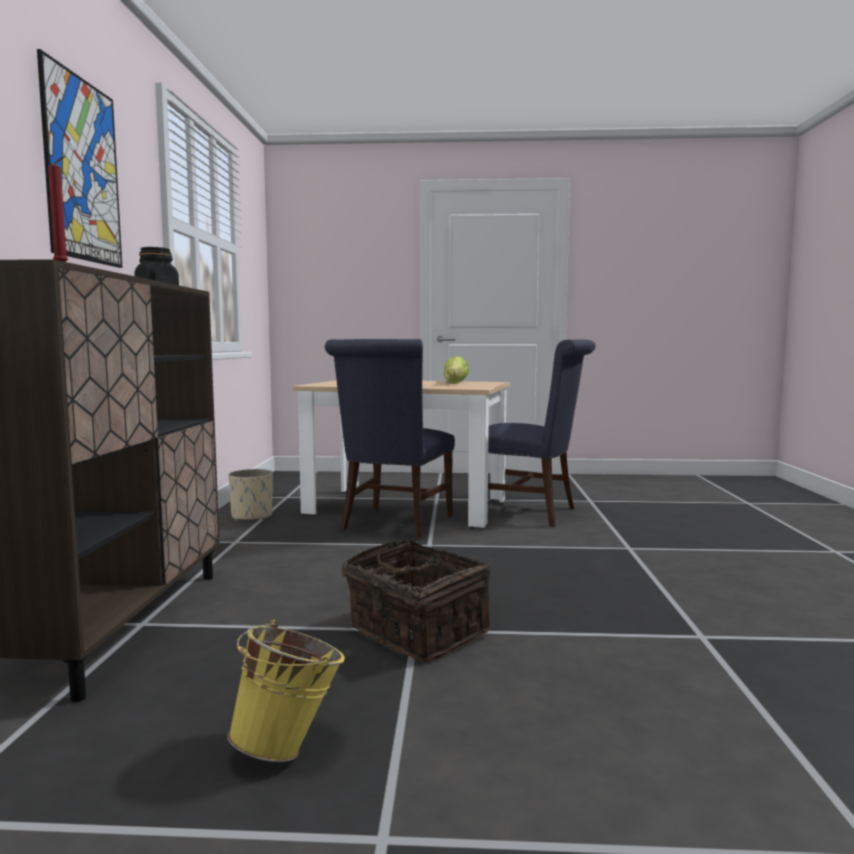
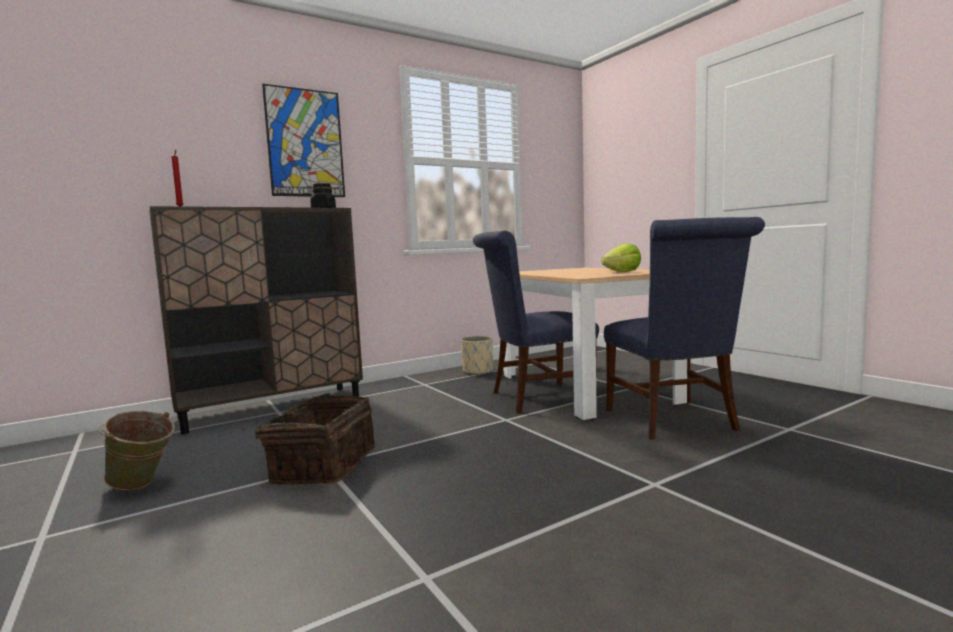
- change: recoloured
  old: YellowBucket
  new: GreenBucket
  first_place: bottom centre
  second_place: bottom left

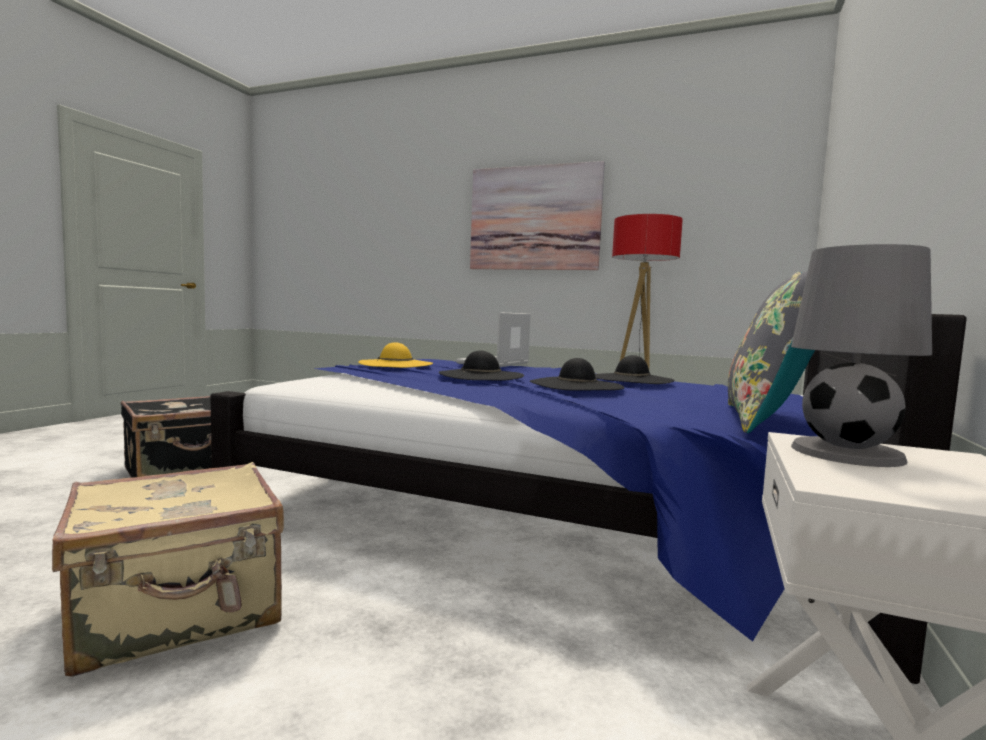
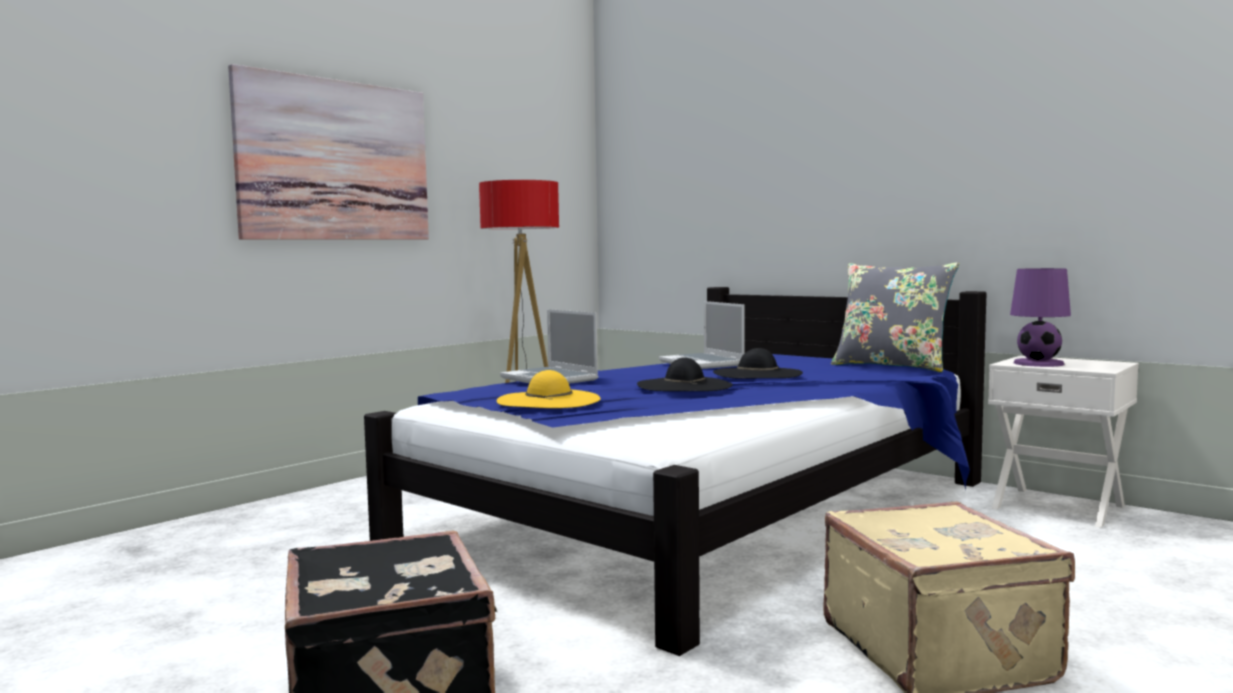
- change: replaced
  old: BlackHat (3rd from left)
  new: Laptop (2nd from left)
  first_place: centre
  second_place: centre
- change: recoloured
  old: GreyTableLamp
  new: PurpleTableLamp
  first_place: middle right
  second_place: middle right

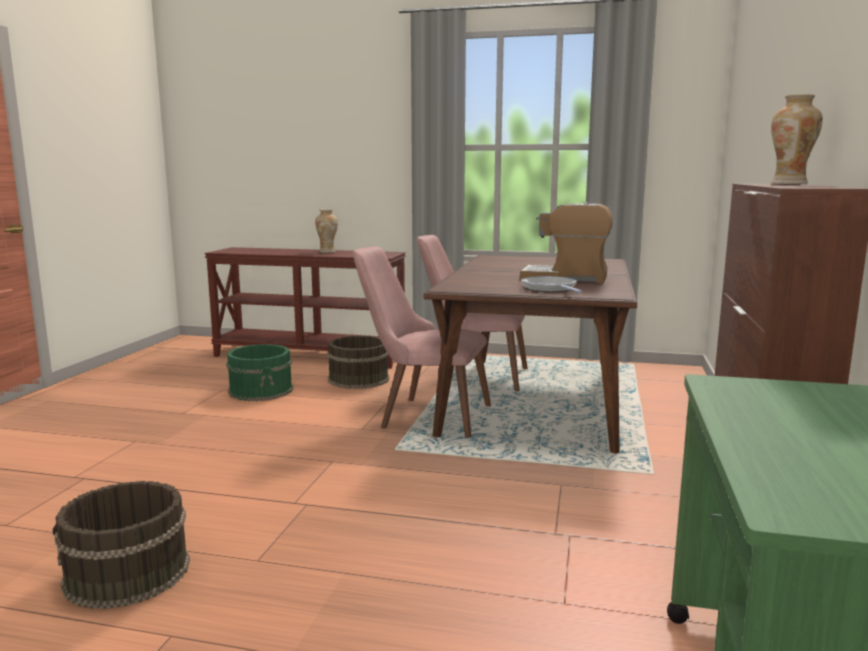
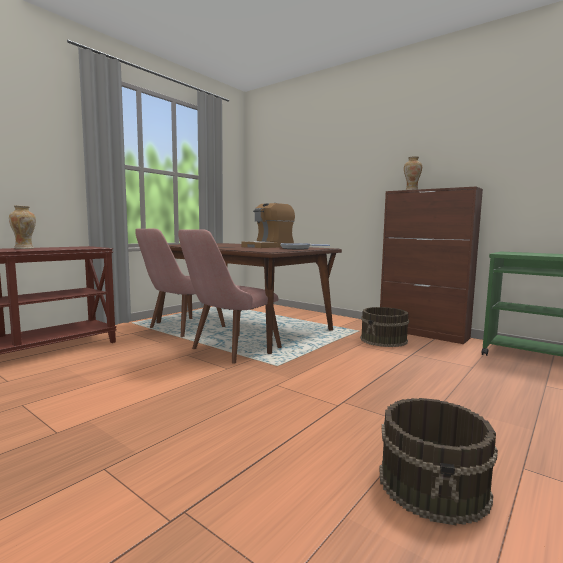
- change: removed
  old: GreenBucket
  first_place: middle left
- change: moved
  old: BrownBucket (2nd from left in the first image)
  new: BrownBucket (1st from left)
  first_place: centre
  second_place: middle right

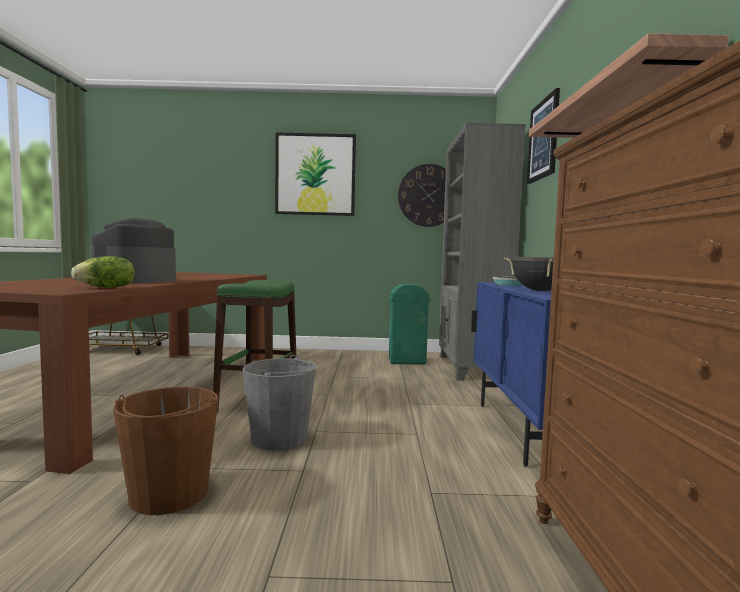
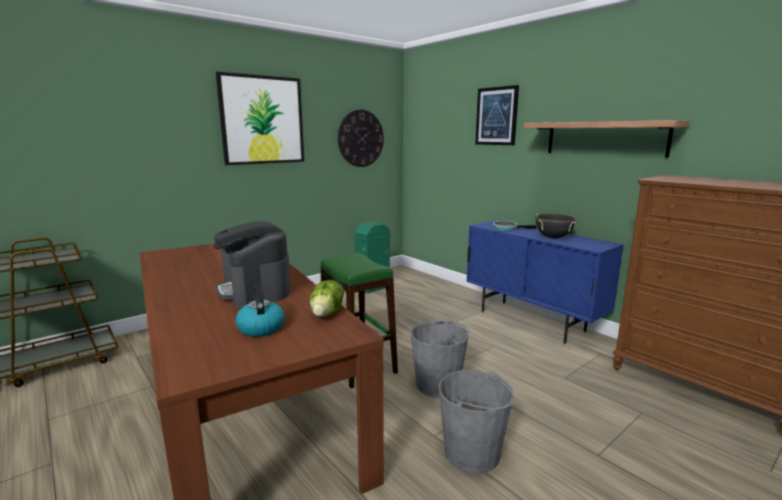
- change: recoloured
  old: BrownBucket
  new: GreyBucket (2nd from left)
  first_place: bottom left
  second_place: bottom centre
- change: removed
  old: GreyBookcase
  first_place: centre
- change: added
  new: Kettle
  second_place: middle left

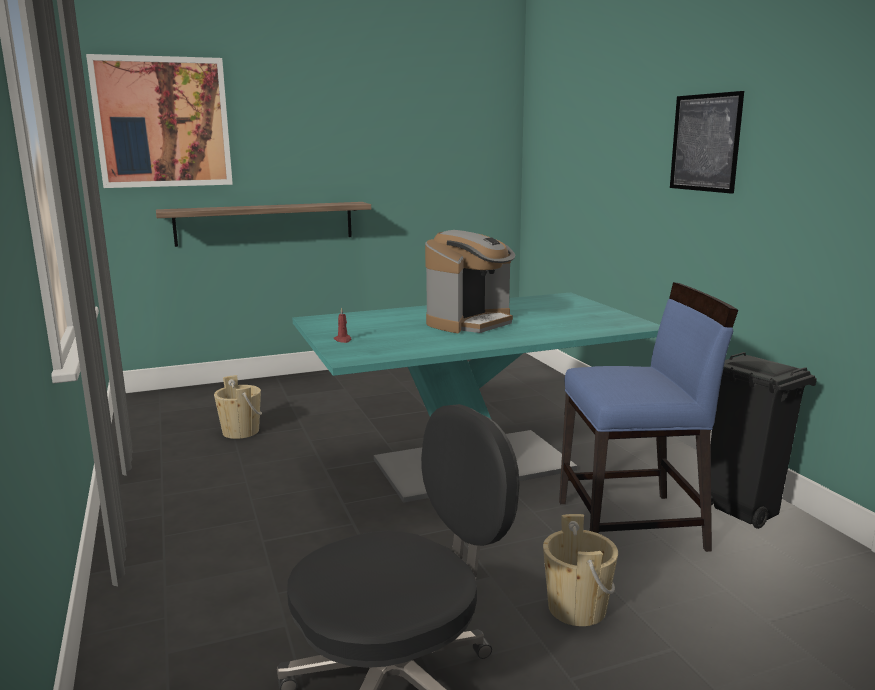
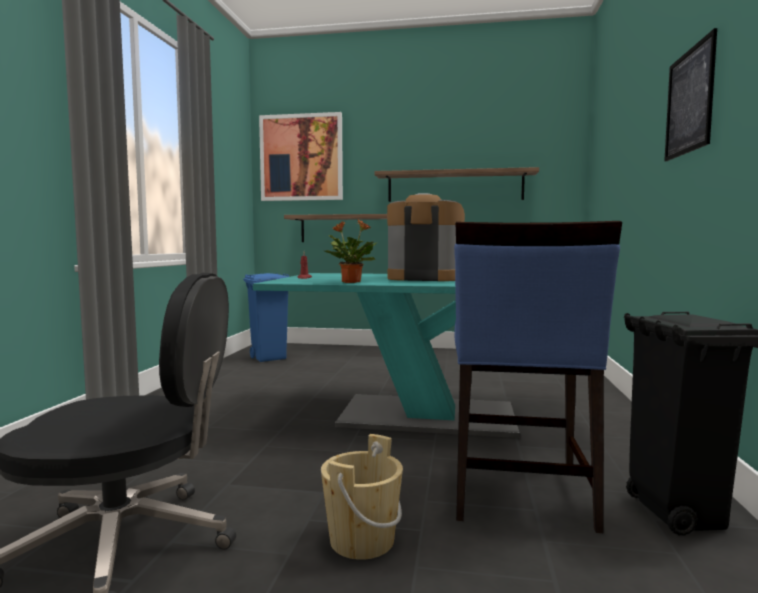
- change: removed
  old: BeigeBucket (1st from left)
  first_place: middle left
- change: turned
  old: CoffeeMachine
  first_place: centre
  second_place: centre
  degrees: -150
- change: turned
  old: BlueChair
  first_place: middle right
  second_place: middle right
  degrees: 75
- change: added
  new: BlueTrashCan
  second_place: centre
- change: added
  new: PottedPlant
  second_place: centre
- change: added
  new: Shelf (2nd from left)
  second_place: top centre

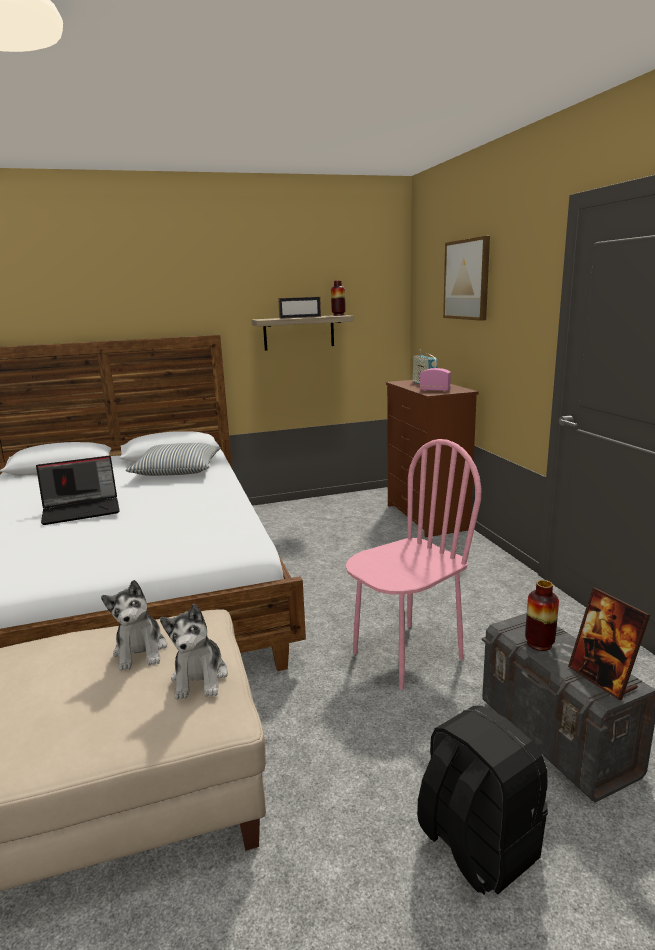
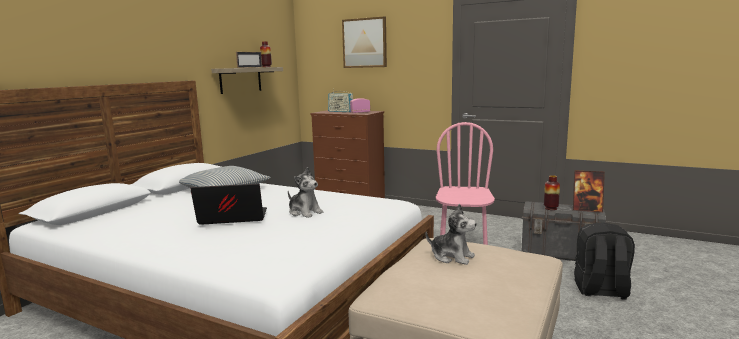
- change: turned
  old: Laptop
  first_place: middle left
  second_place: middle left
  degrees: -120
- change: moved
  old: PlushToy (2nd from left in the first image)
  new: PlushToy (1st from left)
  first_place: bottom left
  second_place: centre

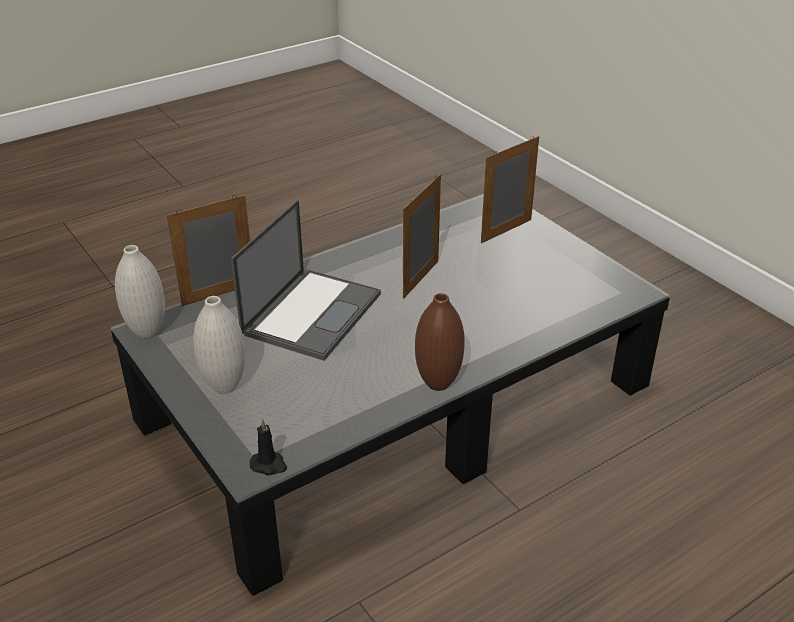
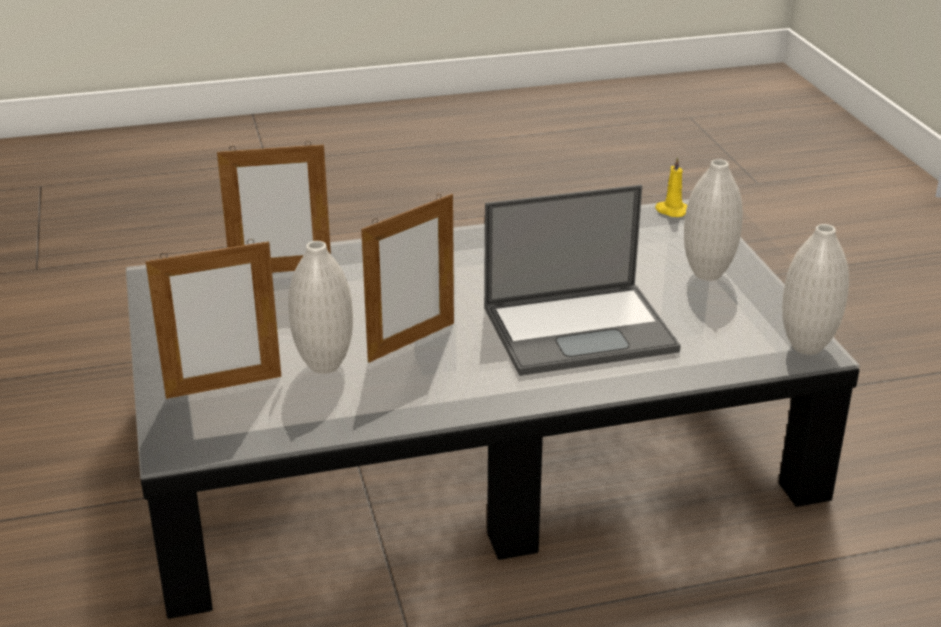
- change: moved
  old: PictureFrame (1st from left in the first image)
  new: PictureFrame (2nd from left)
  first_place: middle left
  second_place: top left
- change: turned
  old: Laptop
  first_place: centre
  second_place: centre
  degrees: -150
- change: recoloured
  old: BlackCandle
  new: YellowCandle
  first_place: bottom centre
  second_place: top right
- change: removed
  old: BrownVase
  first_place: centre
- change: added
  new: WhiteVase (1st from left)
  second_place: centre

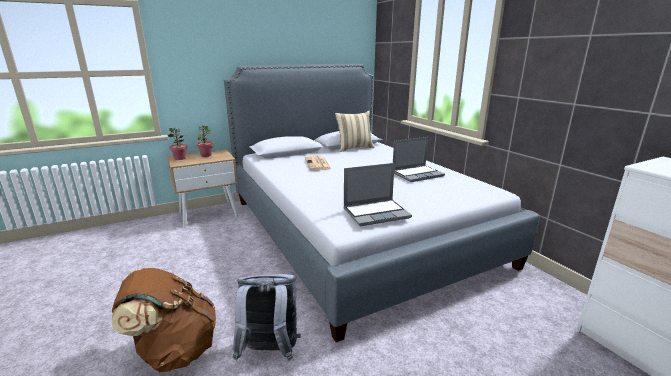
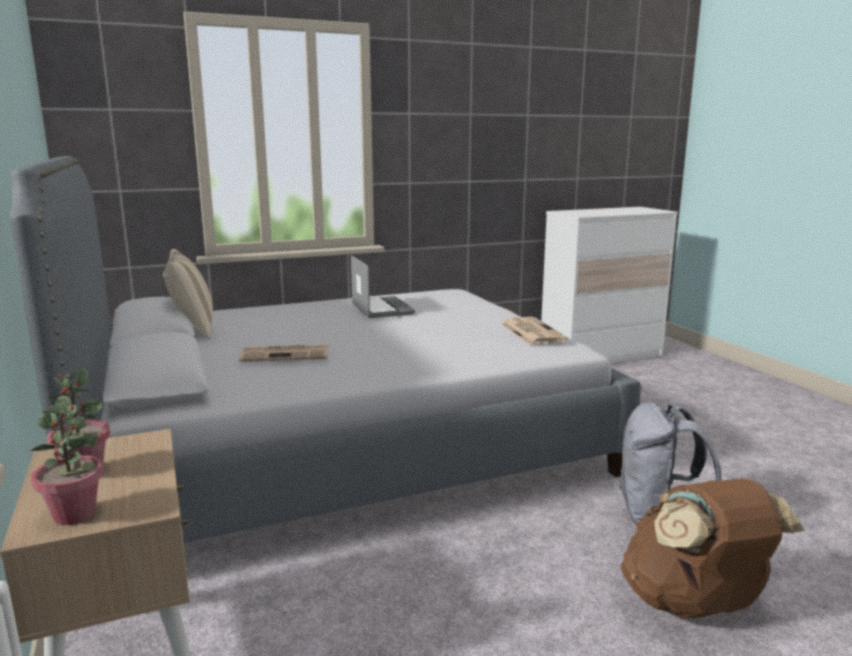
- change: replaced
  old: Laptop (1st from left)
  new: Newspaper (2nd from left)
  first_place: centre
  second_place: centre

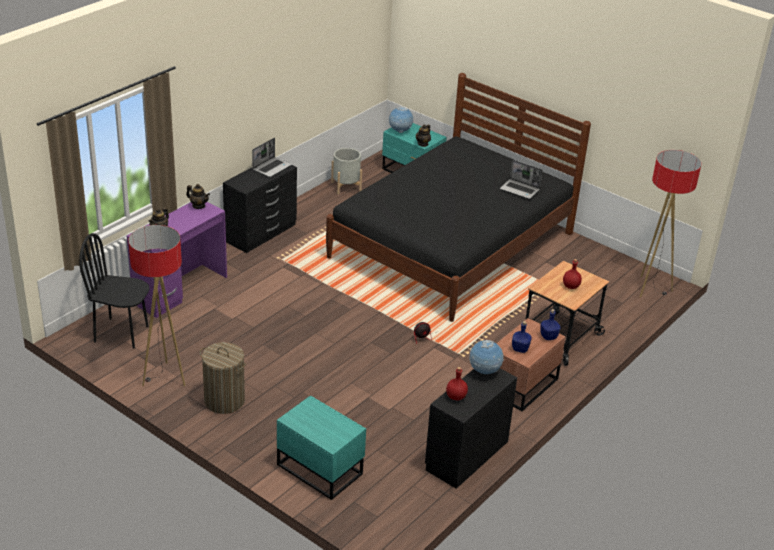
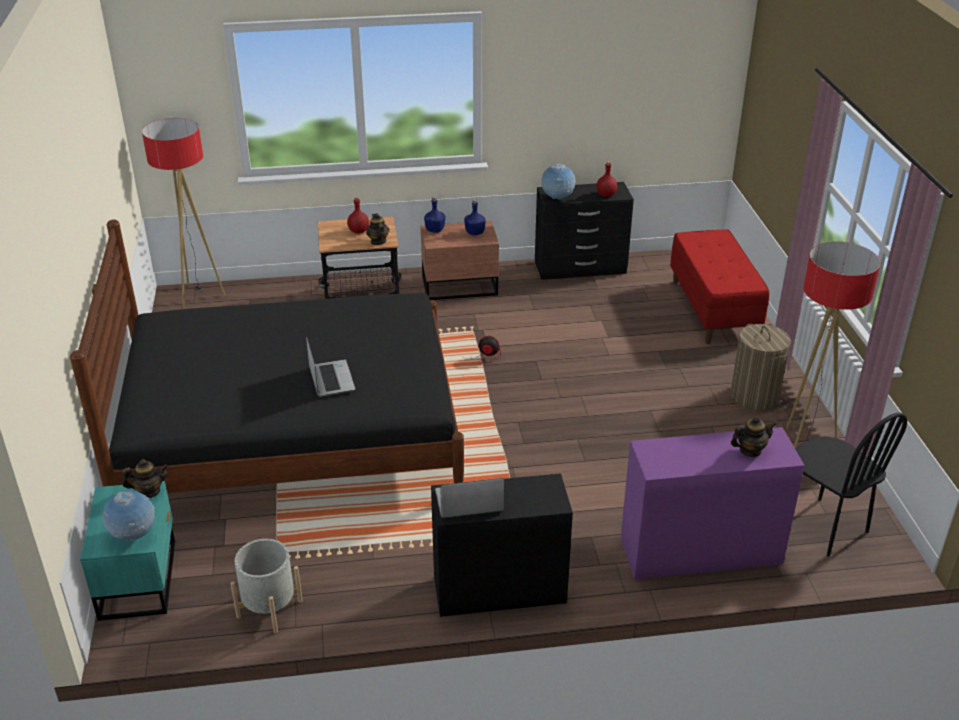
- change: moved
  old: Teapot (2nd from left)
  first_place: middle left
  second_place: top centre
- change: replaced
  old: TurquoiseNightstand (1st from left)
  new: RedBench
  first_place: bottom centre
  second_place: middle right
- change: moved
  old: Laptop (2nd from left in the first image)
  new: Laptop (1st from left)
  first_place: top right
  second_place: centre

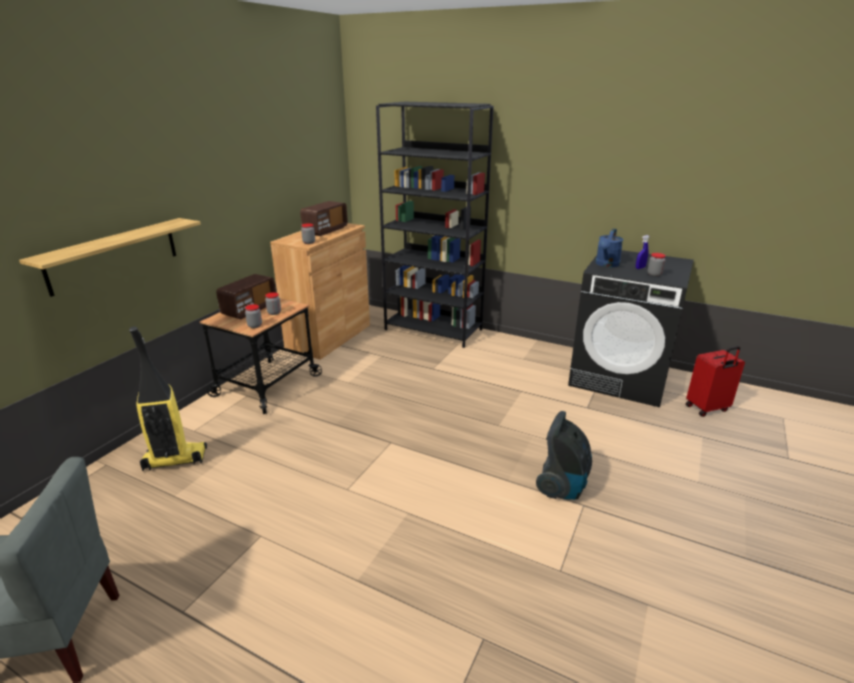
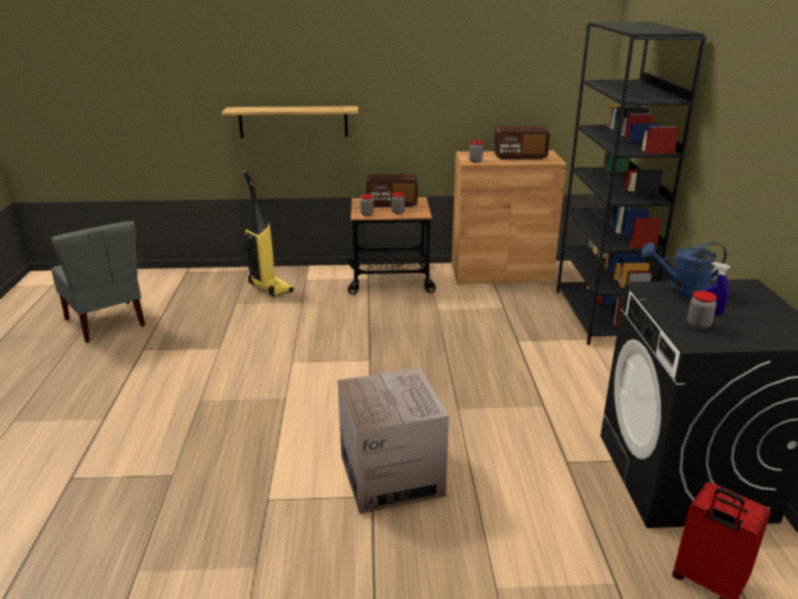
- change: replaced
  old: VacuumCleaner (2nd from left)
  new: CardboardBox
  first_place: centre
  second_place: bottom centre

